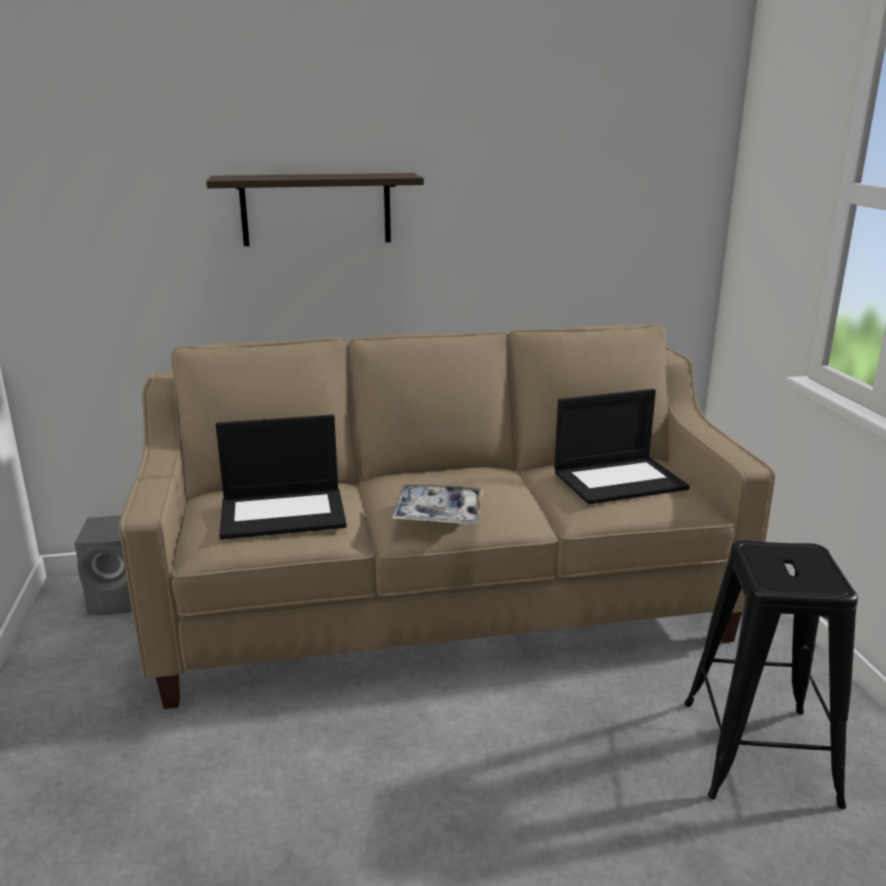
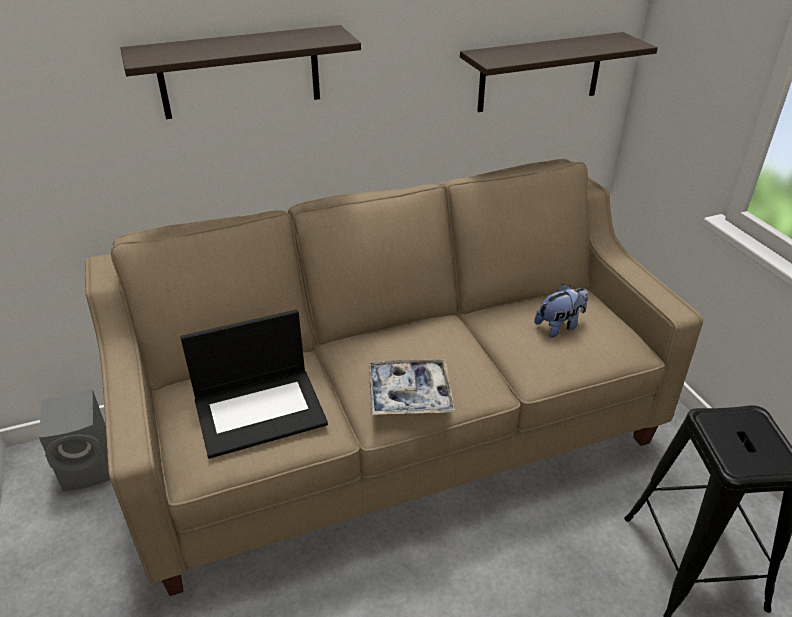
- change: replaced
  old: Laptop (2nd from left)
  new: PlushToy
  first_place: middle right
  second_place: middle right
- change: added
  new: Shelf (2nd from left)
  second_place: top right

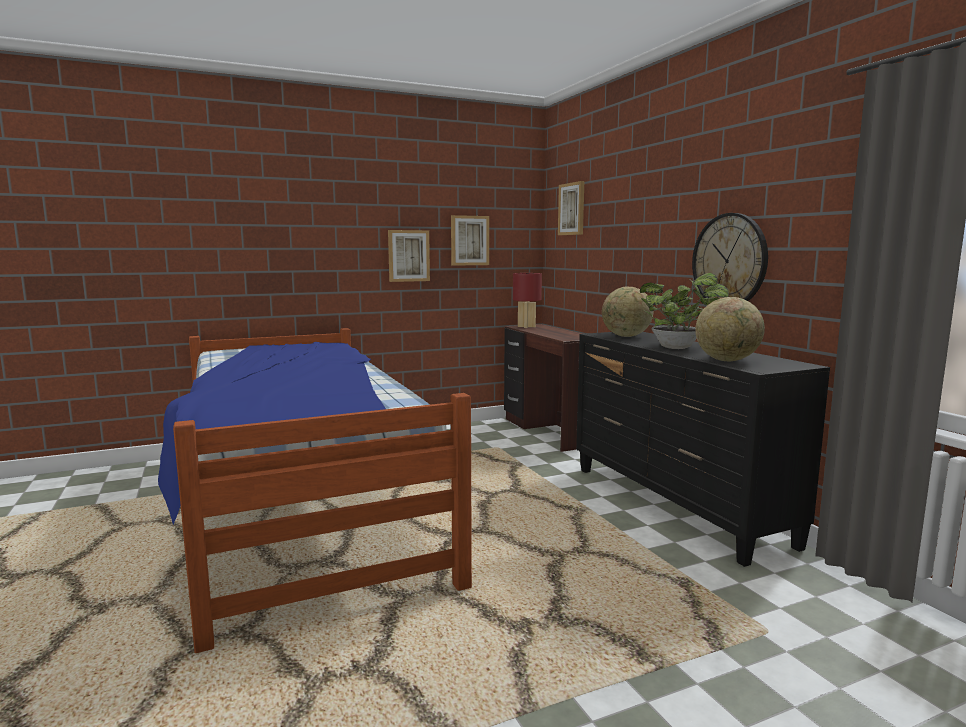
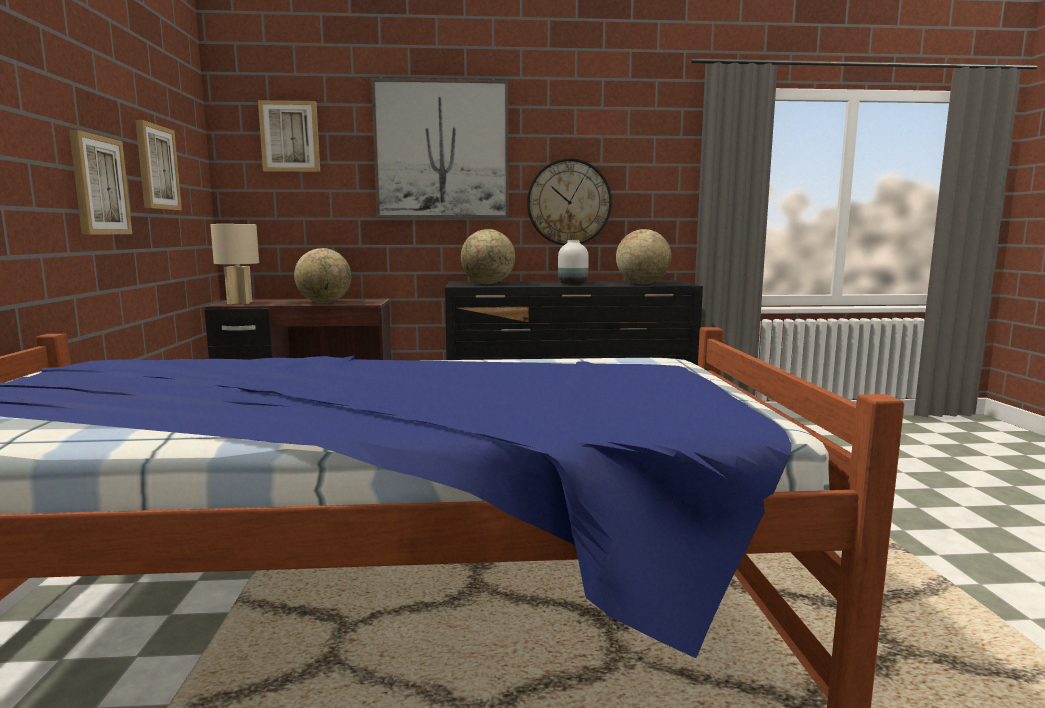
- change: recoloured
  old: RedTableLamp
  new: BeigeTableLamp
  first_place: centre
  second_place: middle left
- change: replaced
  old: PottedPlant
  new: WhiteVase
  first_place: middle right
  second_place: centre
- change: added
  new: Globe (1st from left)
  second_place: middle left
- change: added
  new: Picture (4th from left)
  second_place: top centre

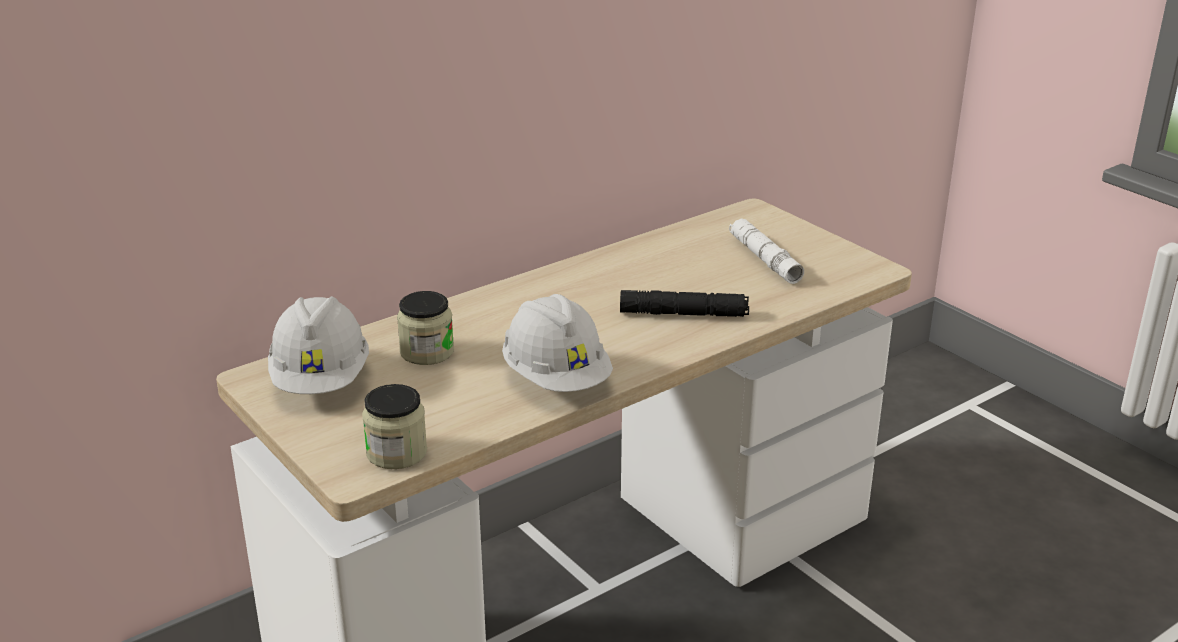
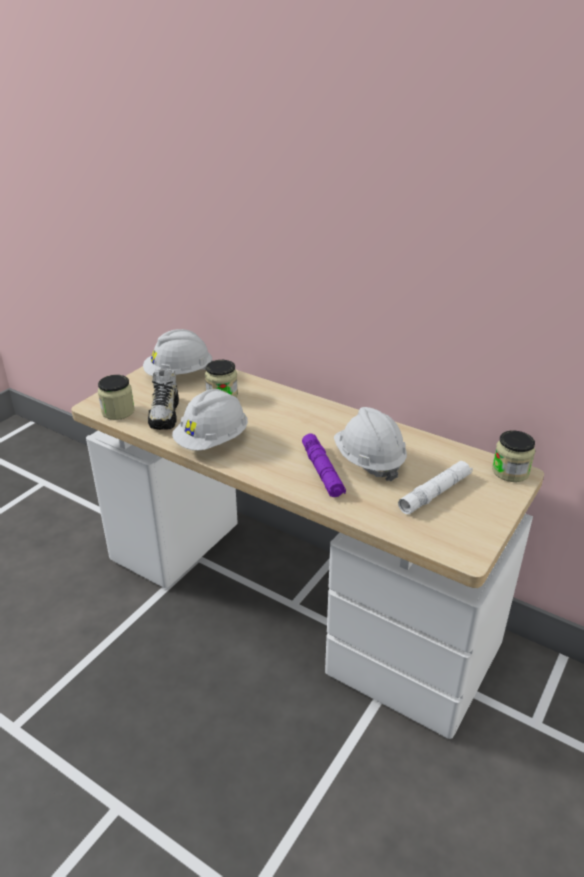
- change: recoloured
  old: BlackFlashlight
  new: PurpleFlashlight
  first_place: centre
  second_place: centre
- change: added
  new: Shoe
  second_place: middle left
- change: added
  new: WhiteHardHat (3rd from left)
  second_place: centre
- change: added
  new: Jar (3rd from left)
  second_place: middle right

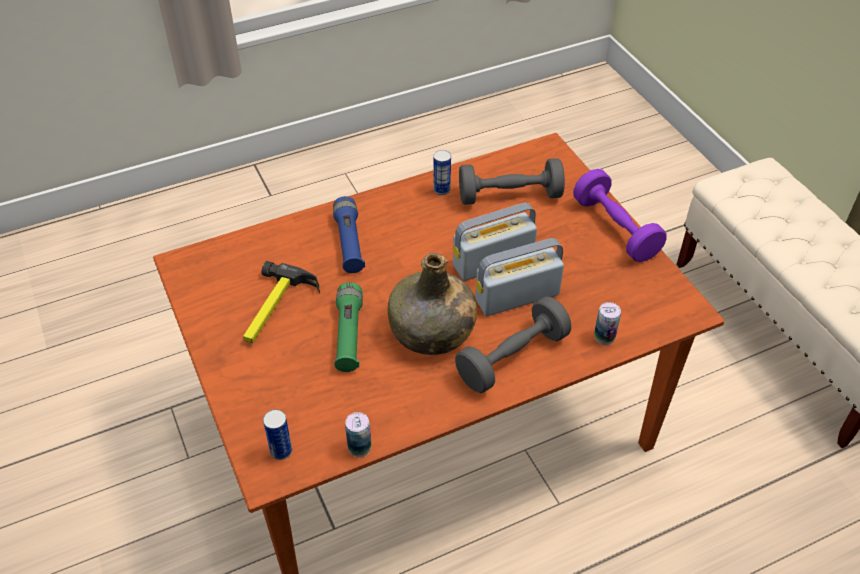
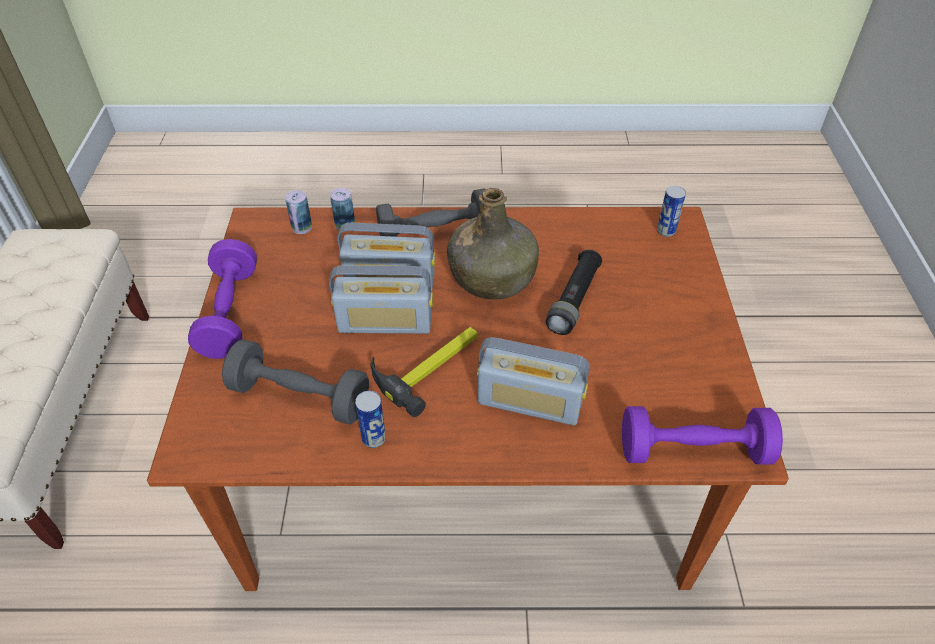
- change: moved
  old: Hammer
  first_place: middle left
  second_place: centre
- change: replaced
  old: BlueFlashlight
  new: Radio (3rd from left)
  first_place: centre
  second_place: centre
- change: recoloured
  old: GreenFlashlight
  new: BlackFlashlight
  first_place: centre
  second_place: centre
- change: moved
  old: Can (2nd from left in the first image)
  new: Can (1st from left)
  first_place: bottom centre
  second_place: top left
- change: added
  new: PurpleDumbbell (2nd from left)
  second_place: bottom right

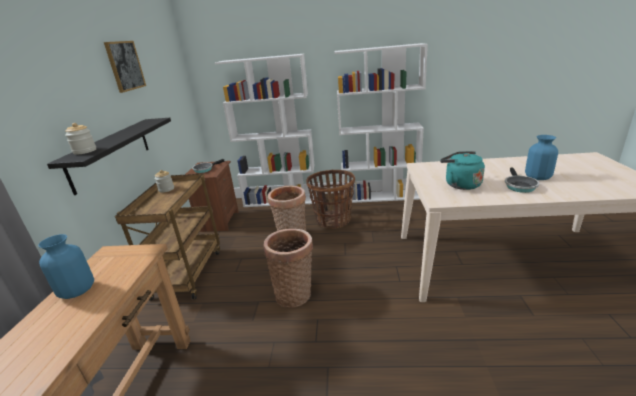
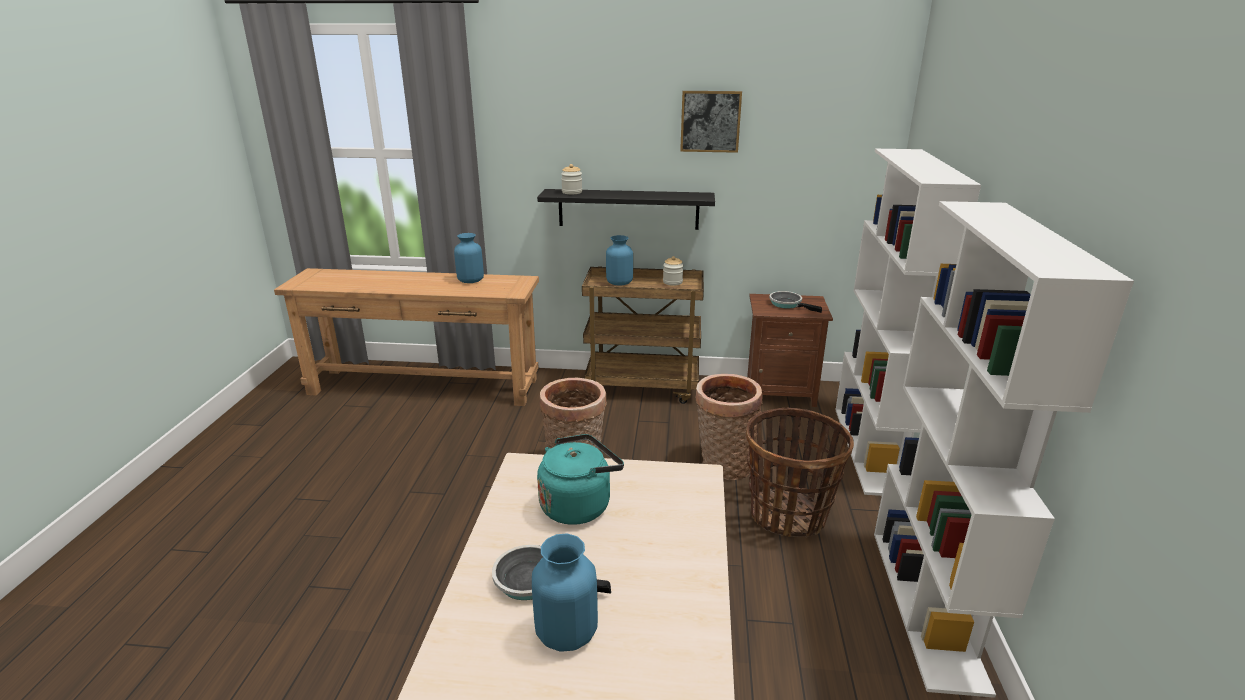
- change: added
  new: BlueVase (3rd from left)
  second_place: centre

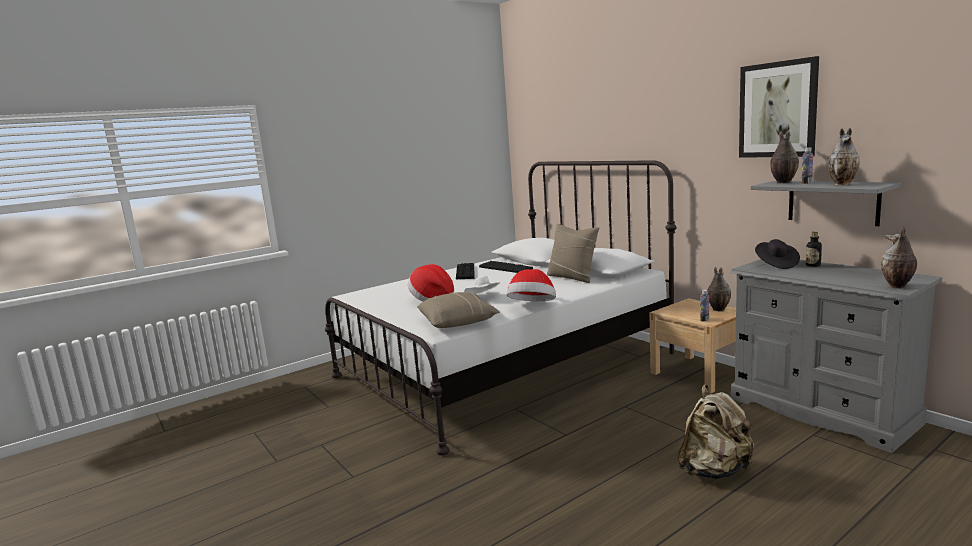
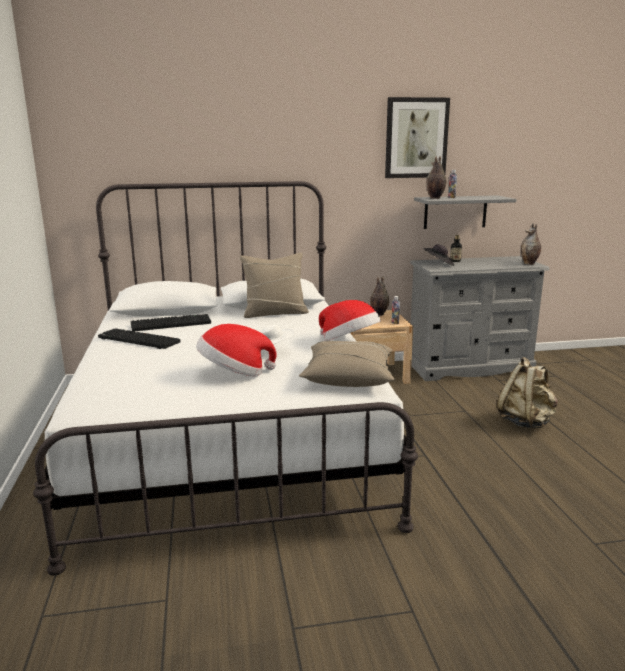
- change: removed
  old: Vase (3rd from left)
  first_place: top right

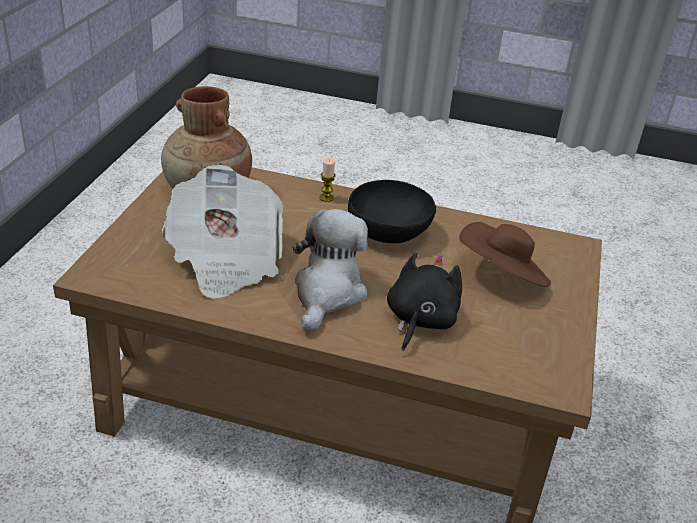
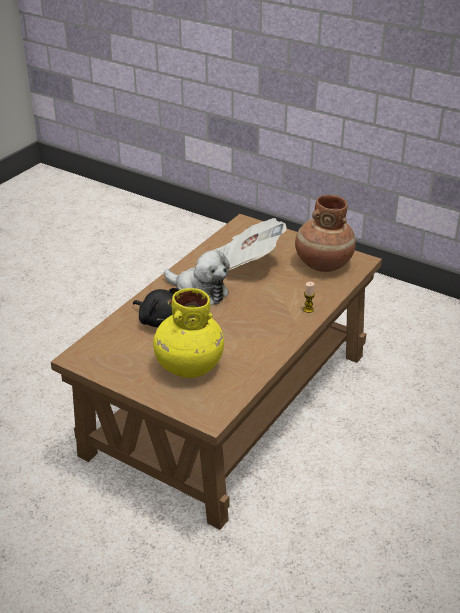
- change: removed
  old: BlackBowl
  first_place: centre
- change: replaced
  old: BrownHat
  new: YellowVase
  first_place: middle right
  second_place: centre

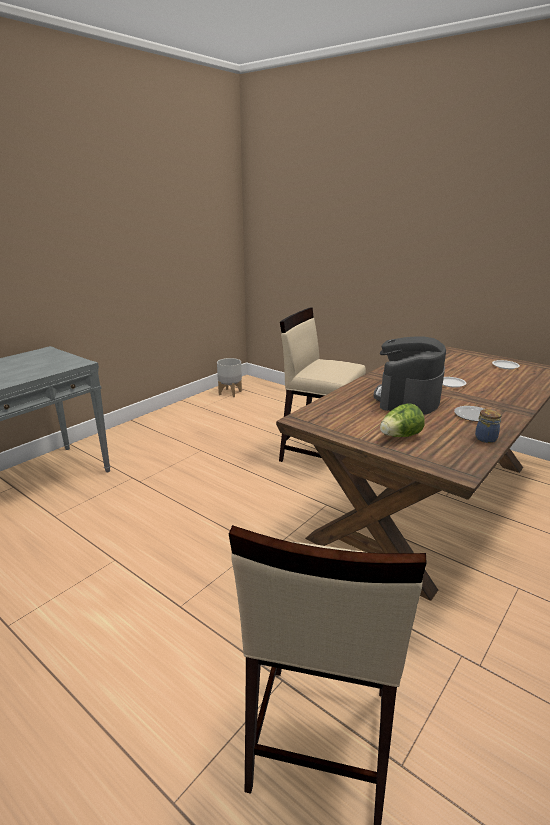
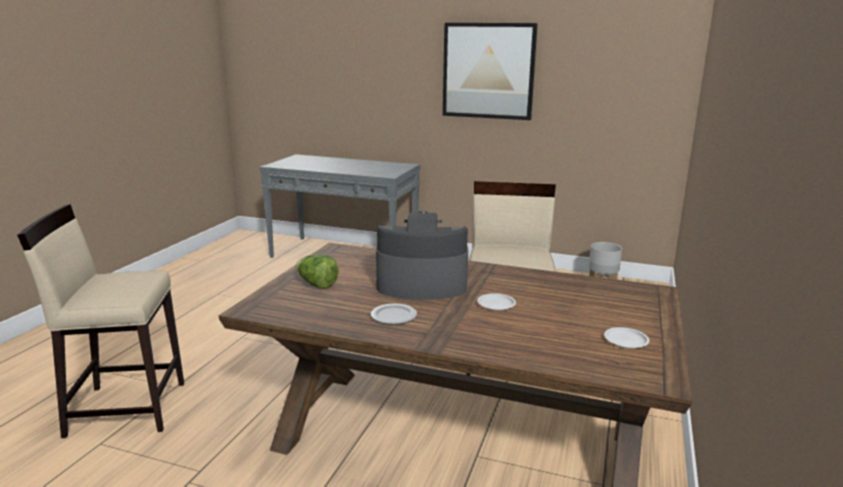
- change: removed
  old: Jar
  first_place: middle right
- change: added
  new: Picture
  second_place: top centre

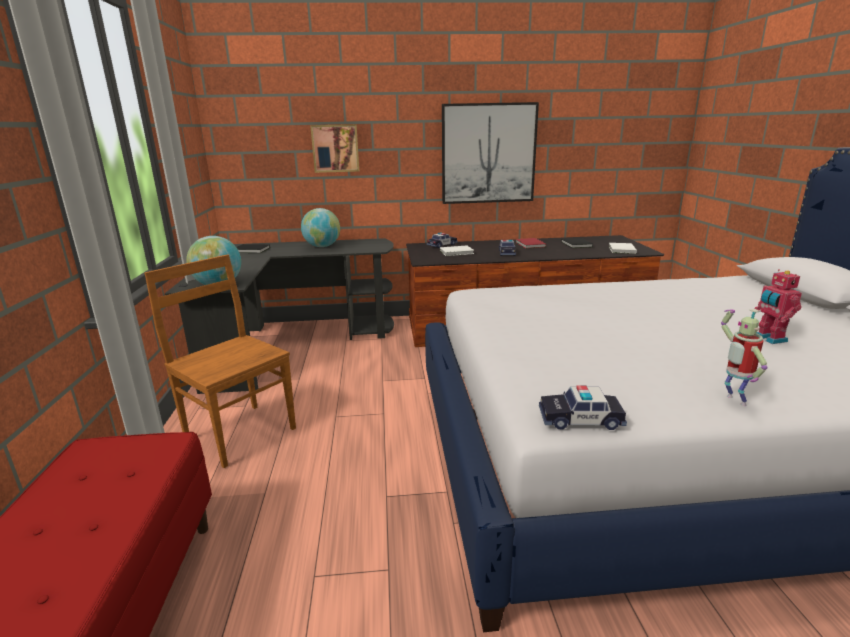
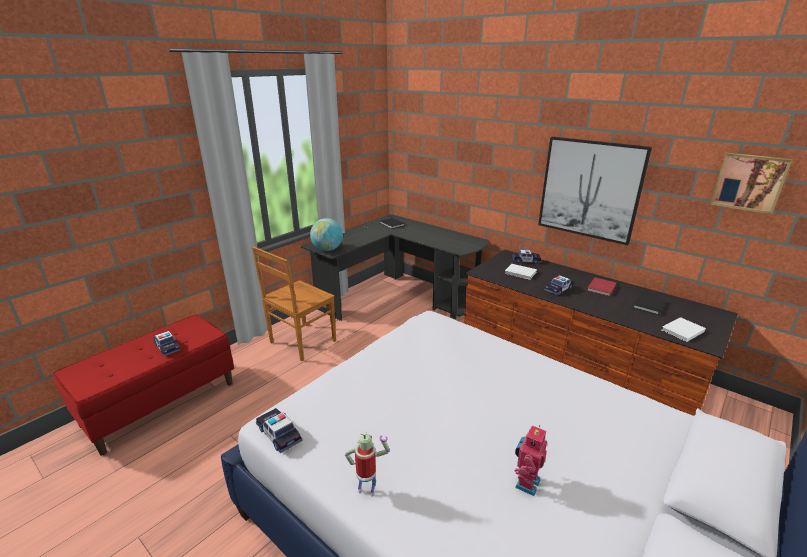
- change: turned
  old: BrownChair
  first_place: middle left
  second_place: centre
  degrees: -135
- change: removed
  old: Globe (2nd from left)
  first_place: centre
- change: moved
  old: Picture (1st from left in the first image)
  new: Picture (2nd from left)
  first_place: top centre
  second_place: top right
- change: turned
  old: ToyRobot (1st from left)
  first_place: middle right
  second_place: bottom centre
  degrees: 75
- change: added
  new: ToyCar (1st from left)
  second_place: middle left

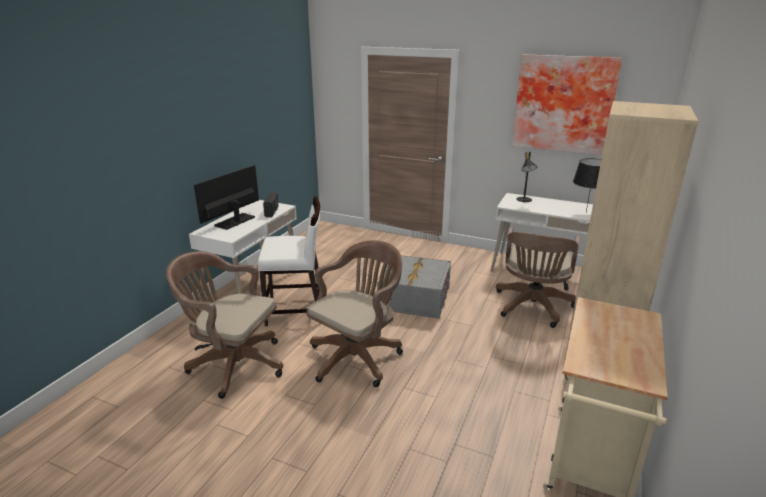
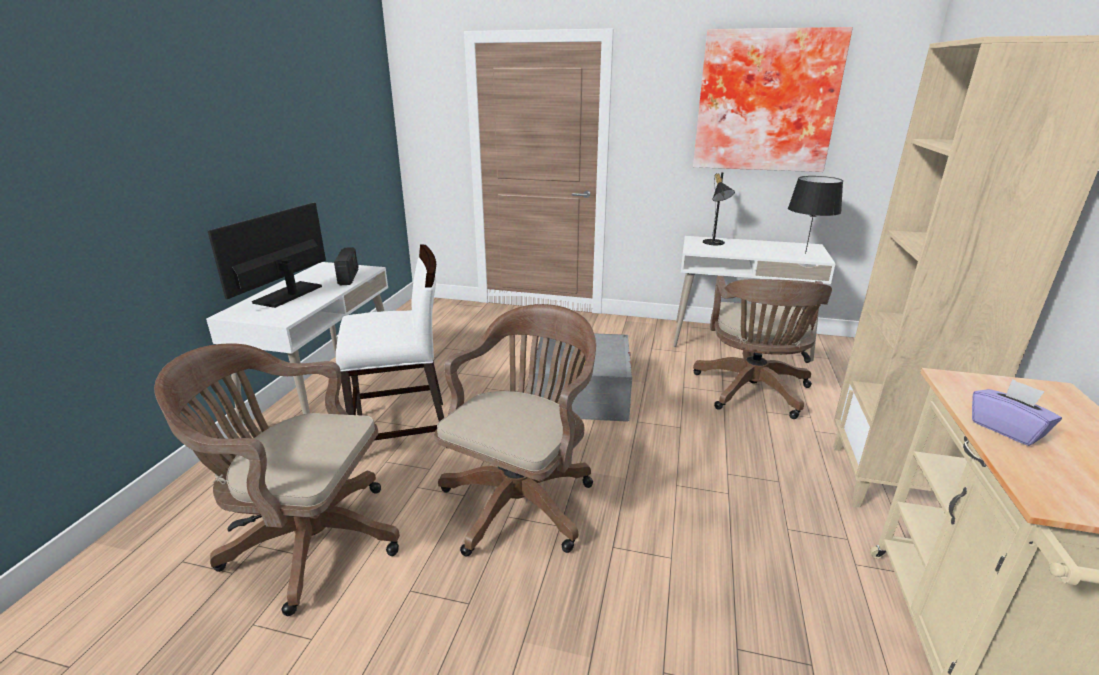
- change: added
  new: PurpleTissueBox
  second_place: middle right

